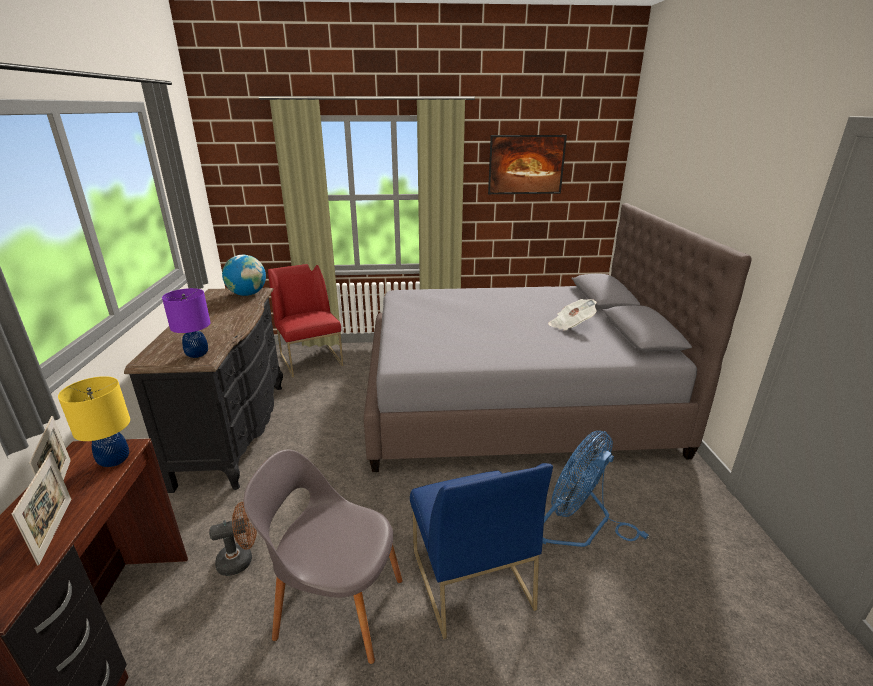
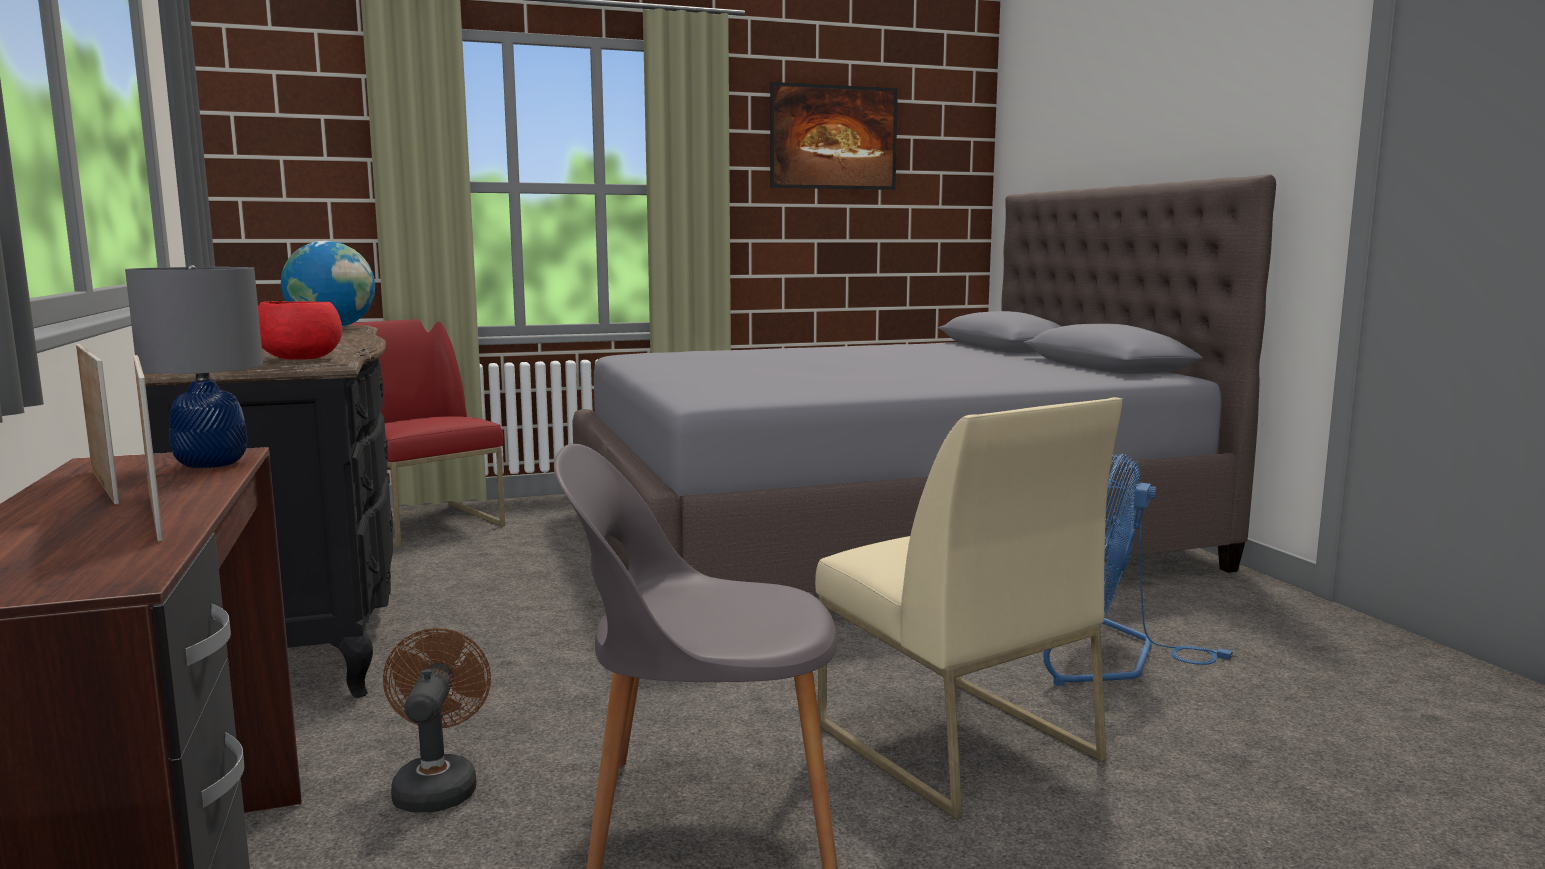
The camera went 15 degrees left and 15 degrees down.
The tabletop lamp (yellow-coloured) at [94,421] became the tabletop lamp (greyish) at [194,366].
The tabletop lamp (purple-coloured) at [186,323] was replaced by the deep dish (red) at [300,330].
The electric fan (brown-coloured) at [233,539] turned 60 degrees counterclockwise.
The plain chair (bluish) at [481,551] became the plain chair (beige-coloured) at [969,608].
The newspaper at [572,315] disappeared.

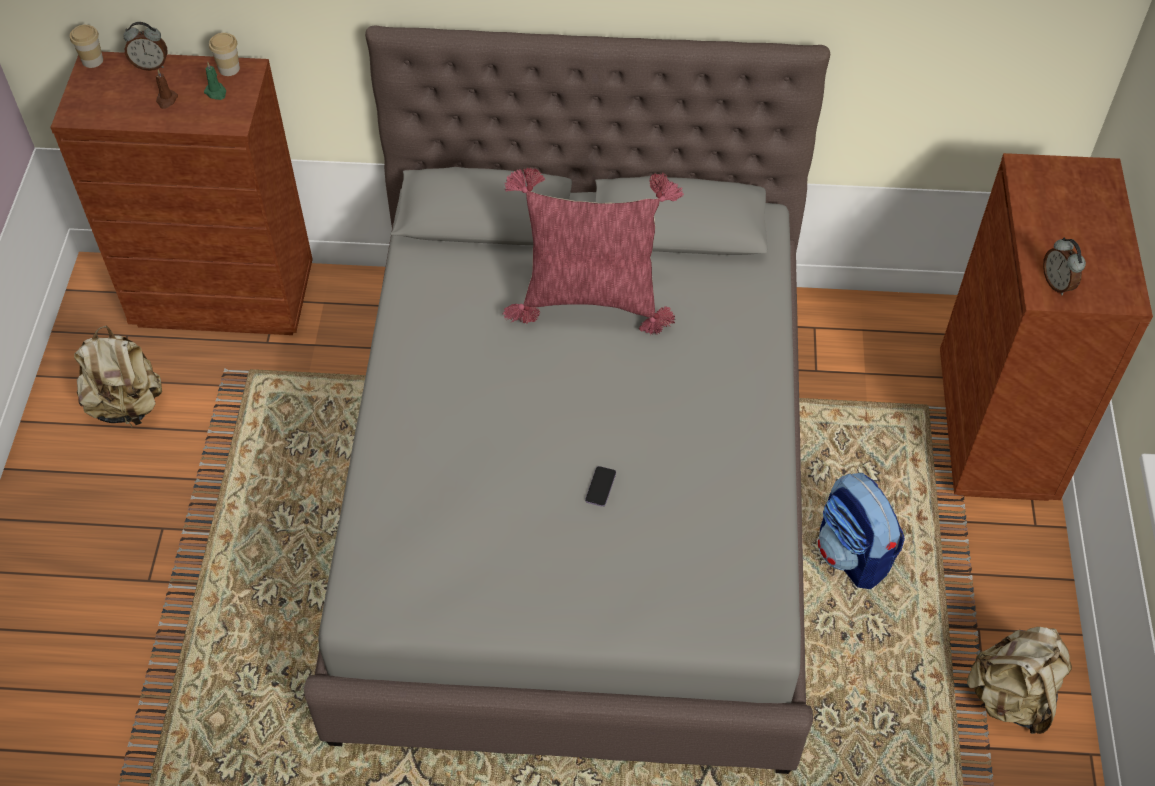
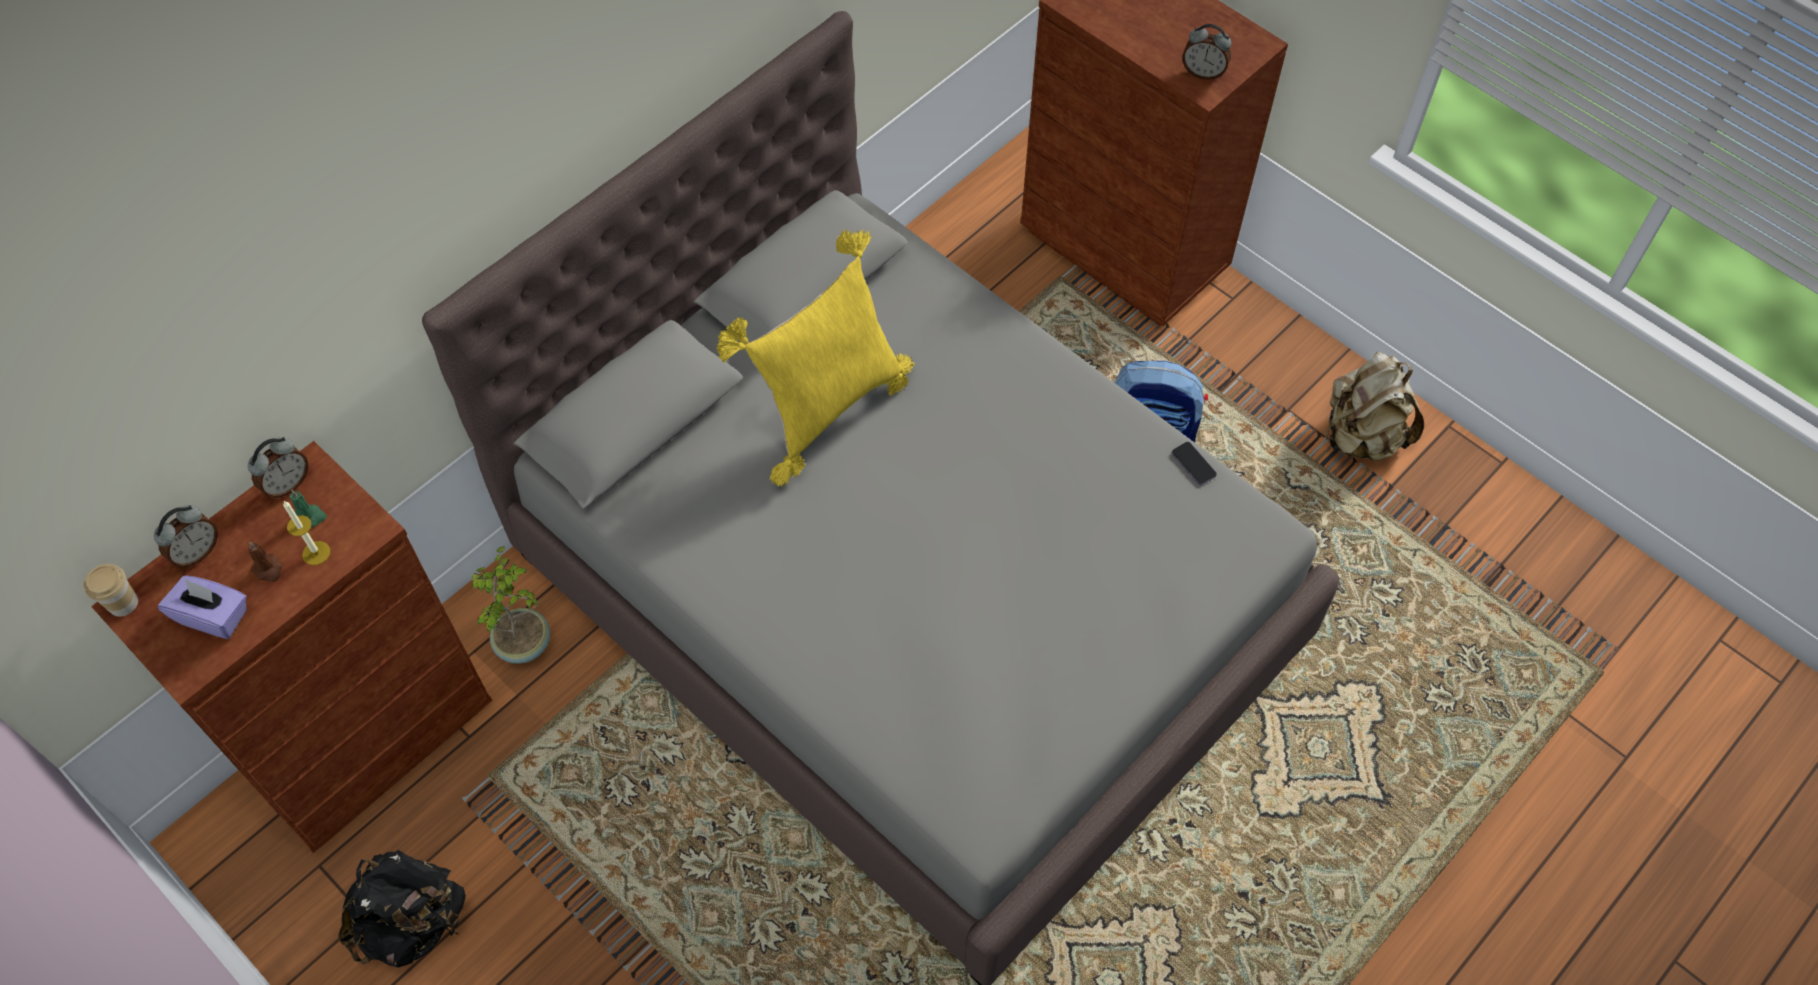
The camera went 50 degrees left and 5 degrees up.
The backpack (beige-coloured) at [118,376] became the backpack (black-coloured) at [402,909].
The small cup at [224,54] was replaced by the alarm clock at [278,467].
The pillow (red) at [593,251] became the pillow (yellow-coloured) at [815,358].
The handset moved from [600,486] to [1194,463].
The box of tissues (purple-coloured) at [202,607] appeared.
The candle at [306,533] appeared.
The potted plant at [511,605] appeared.

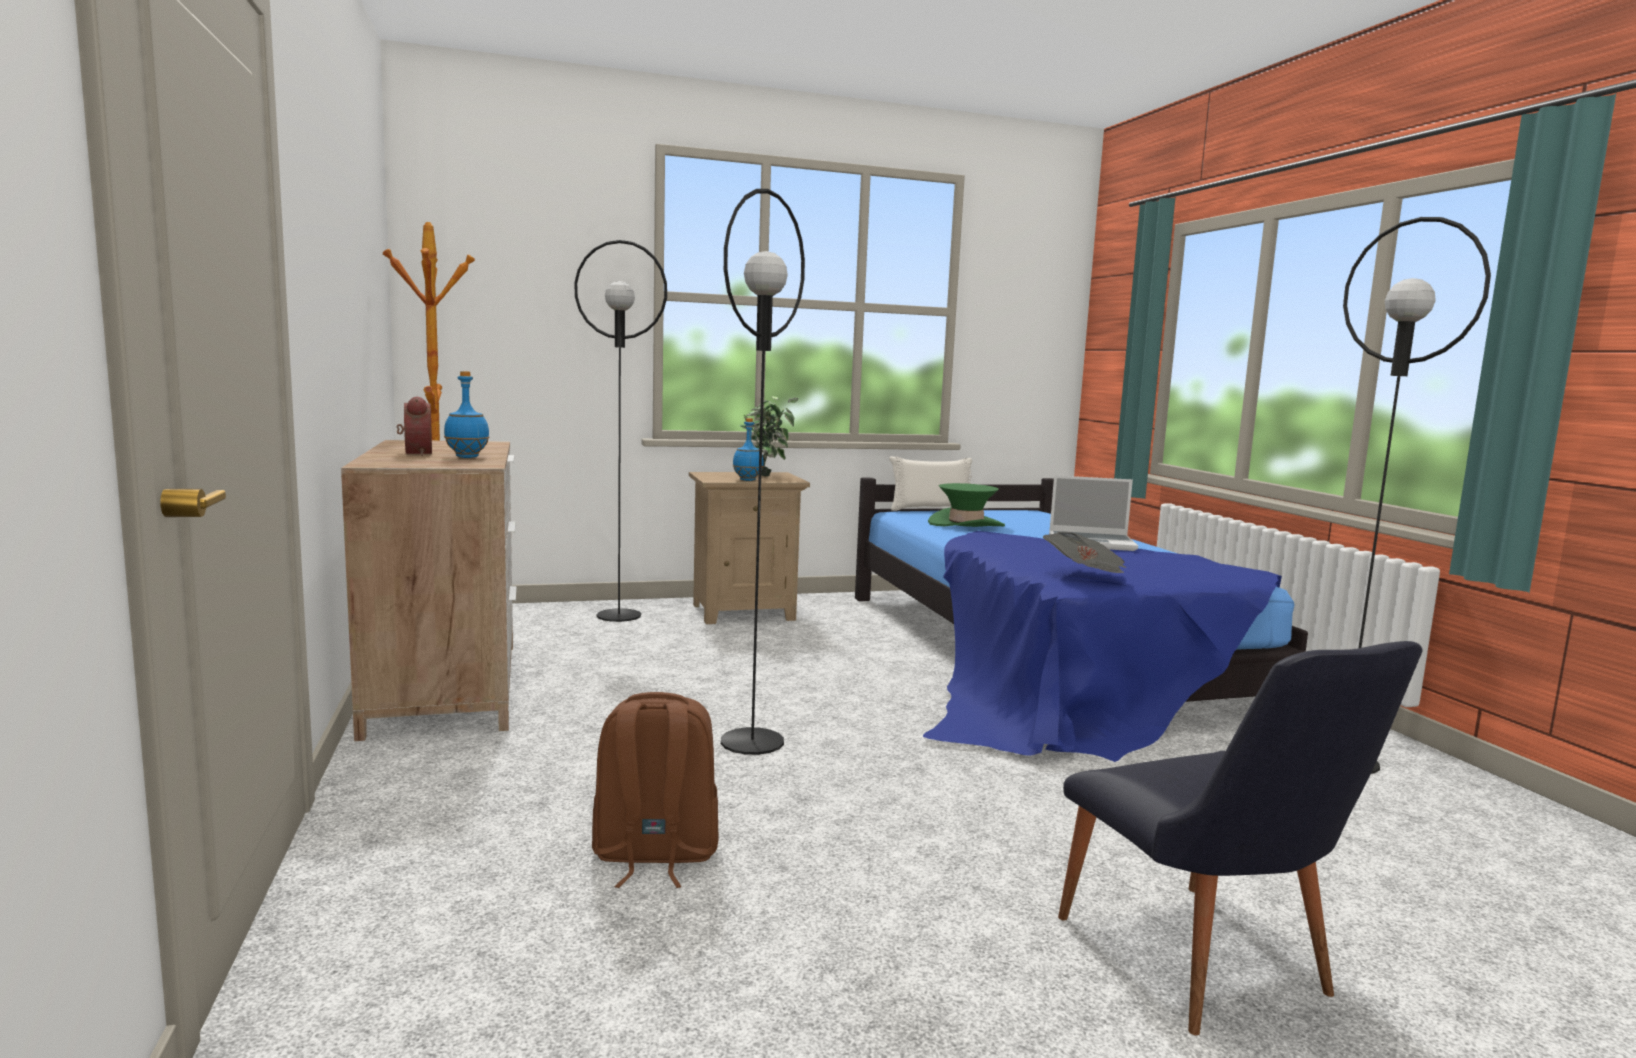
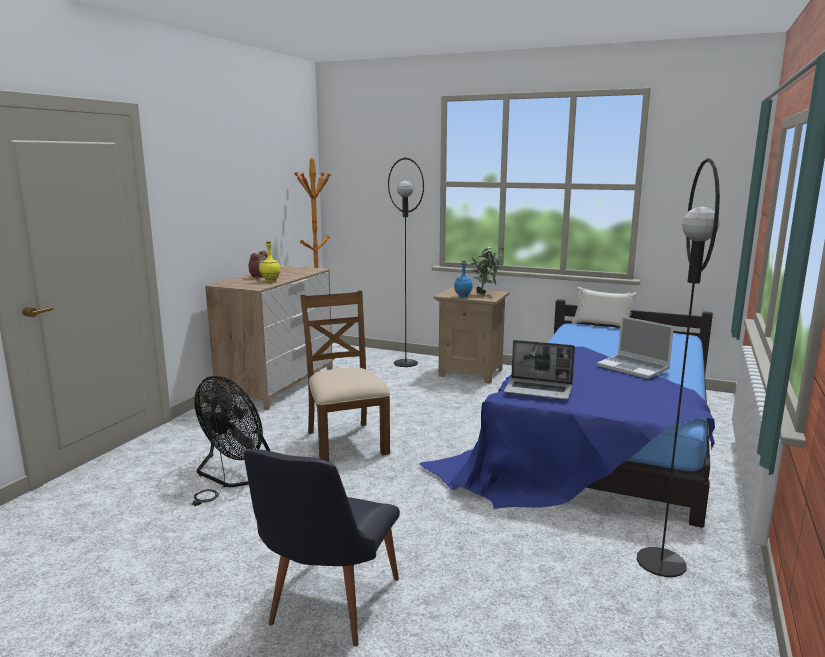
The camera went 40 degrees right and 5 degrees up.
The beverage bottle (bluish) at [467,414] became the beverage bottle (yellow-coloured) at [270,261].
The backpack (brown-coloured) at [655,790] was replaced by the electric fan (black-coloured) at [231,441].
The floor lamp (black-coloured) at [763,472] was replaced by the plain chair (brown-coloured) at [345,376].
The hat (green) at [966,505] disappeared.
The newspaper at [1085,552] was replaced by the laptop at [539,370].

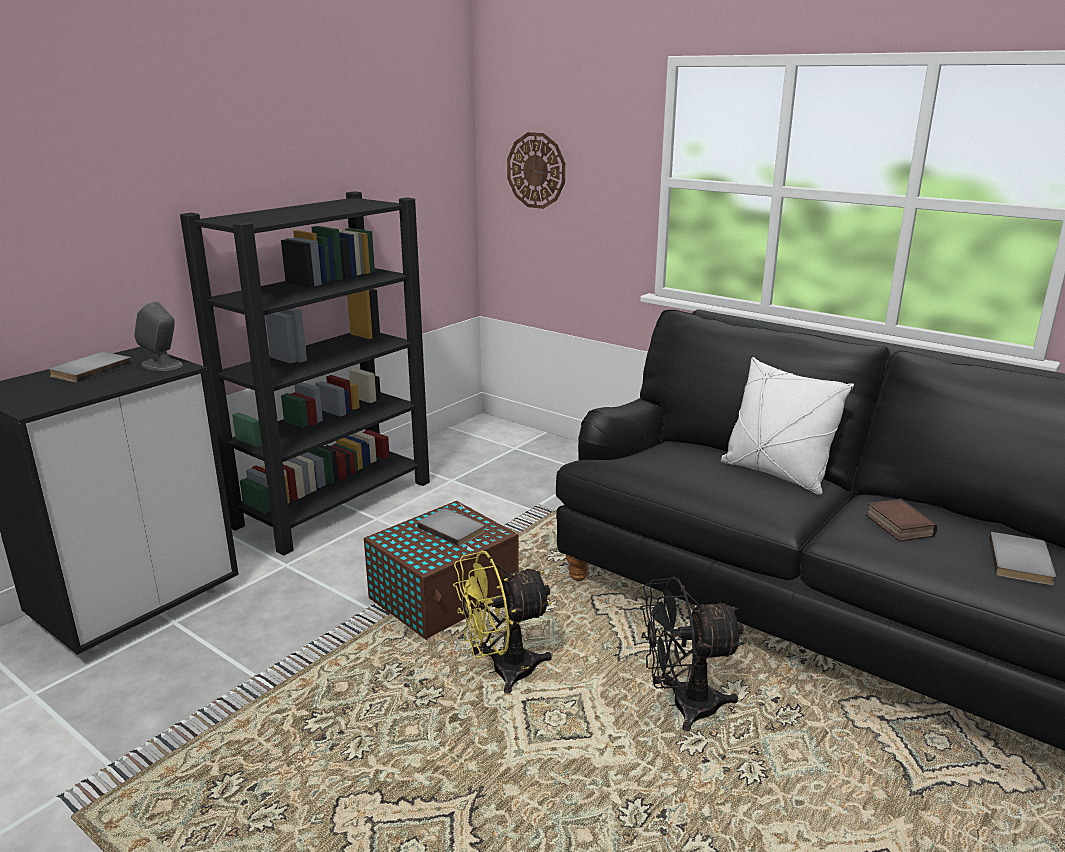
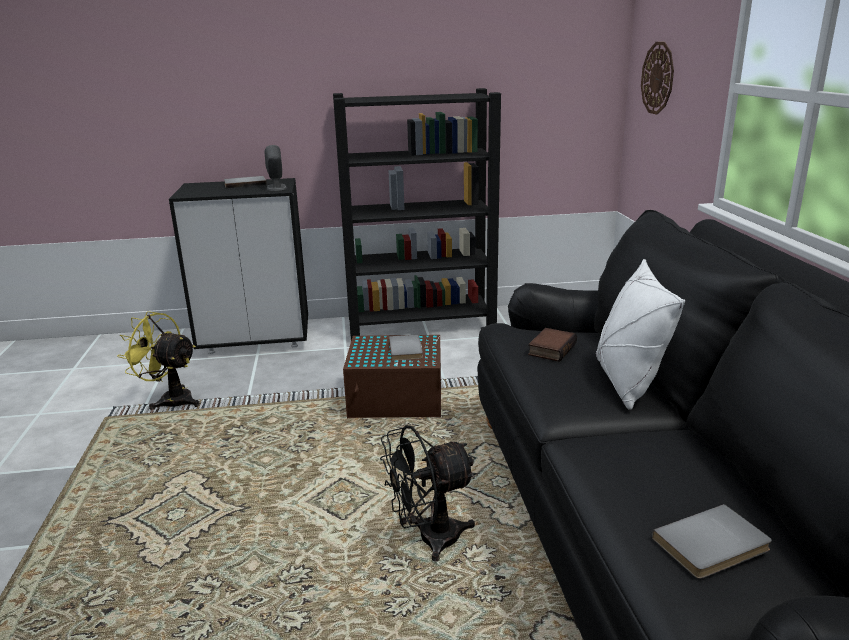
The camera went 45 degrees right and 0 degrees up.
The electric fan (yellow-coloured) moved from [502,621] to [158,360].
The electric fan (black-coloured) at [692,654] turned 60 degrees counterclockwise.
The book moved from [902,520] to [552,345].

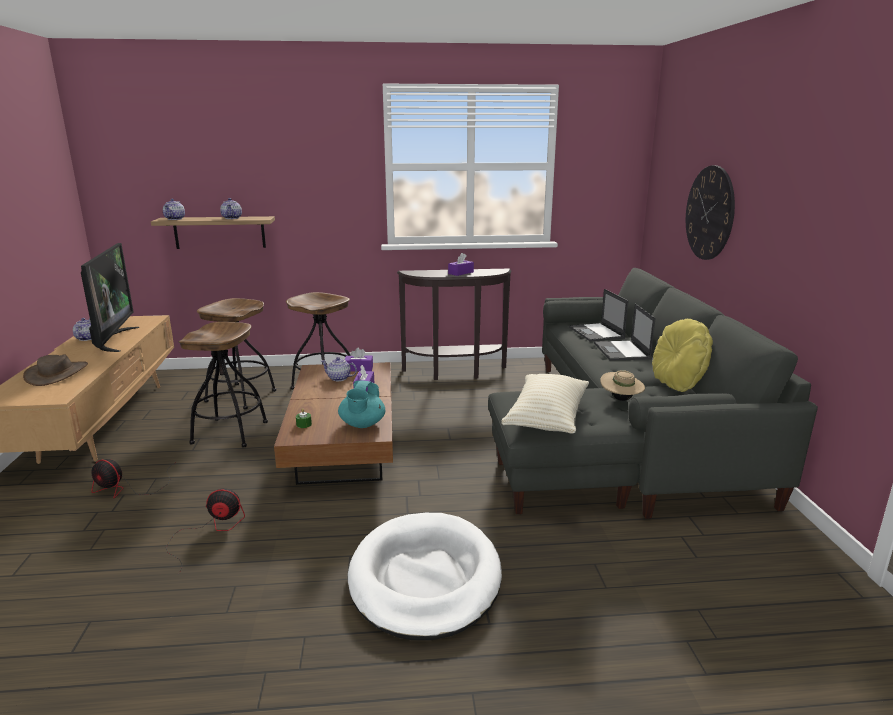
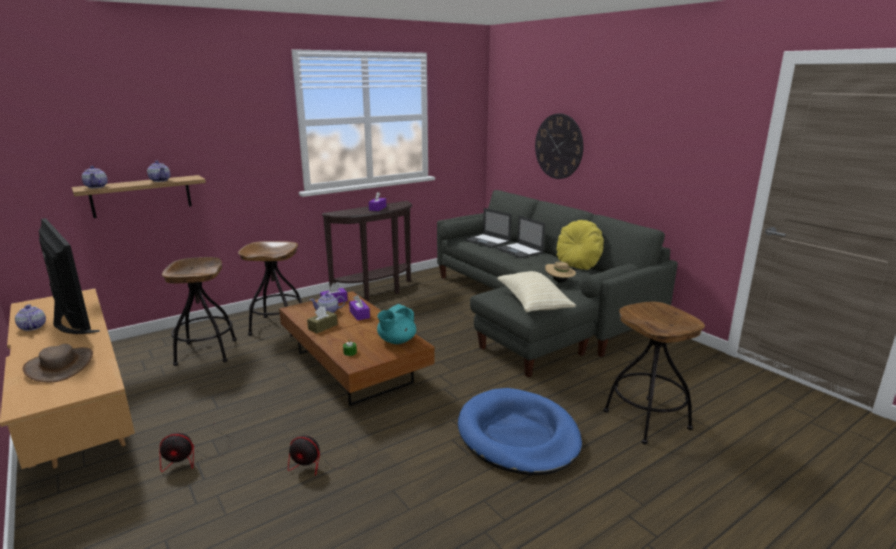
The camera went 30 degrees left and 0 degrees up.
The electric fan at [205,531] turned 135 degrees counterclockwise.
The sitting stool (brown-coloured) moved from [223,384] to [654,373].
The pot for tea (turquoise) at [361,404] turned 60 degrees clockwise.
The dog cushion (white-coloured) at [425,576] became the dog cushion (bluish) at [520,431].
The box of tissues (brown-coloured) at [322,319] appeared.

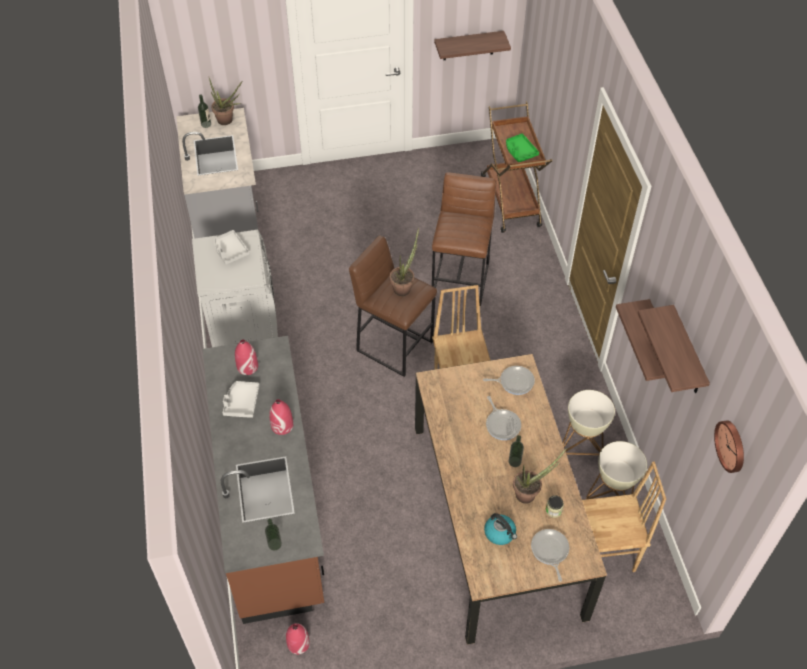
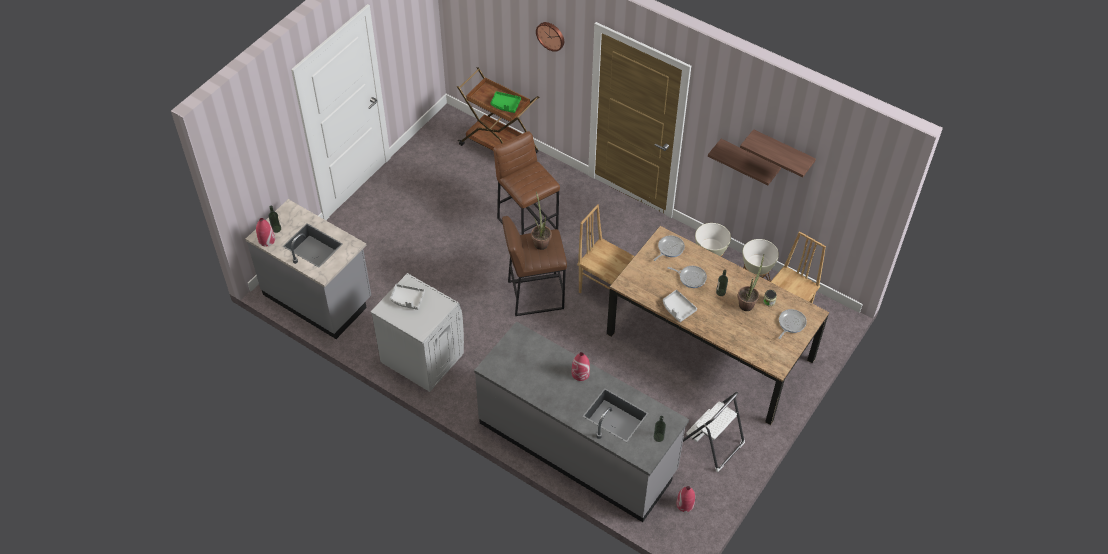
The camera went 45 degrees left and 0 degrees up.
The kitchen base unit (brown-coloured) at [263,480] became the kitchen base unit (greyish) at [581,421].
The potted plant at [225,101] disappeared.
The serving tray (greyish) moved from [241,399] to [680,306].
The decorative vase (red) moved from [246,357] to [265,232].
The bracket shelf at [472,45] disappeared.
The kettle at [500,529] disappeared.
The skillet at [550,555] turned 90 degrees clockwise.
The wall clock moved from [729,446] to [550,37].
The stepladder (white-coloured) at [714,432] appeared.

